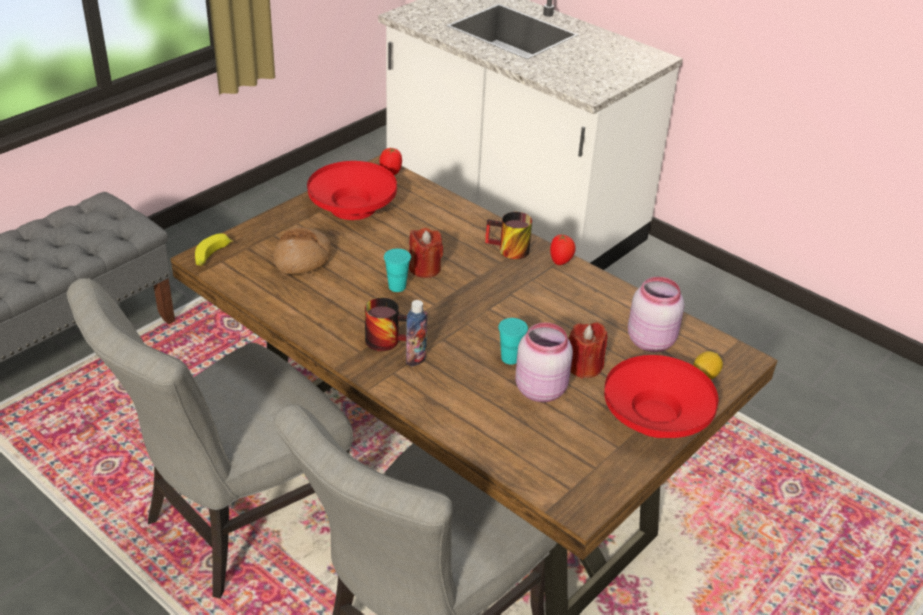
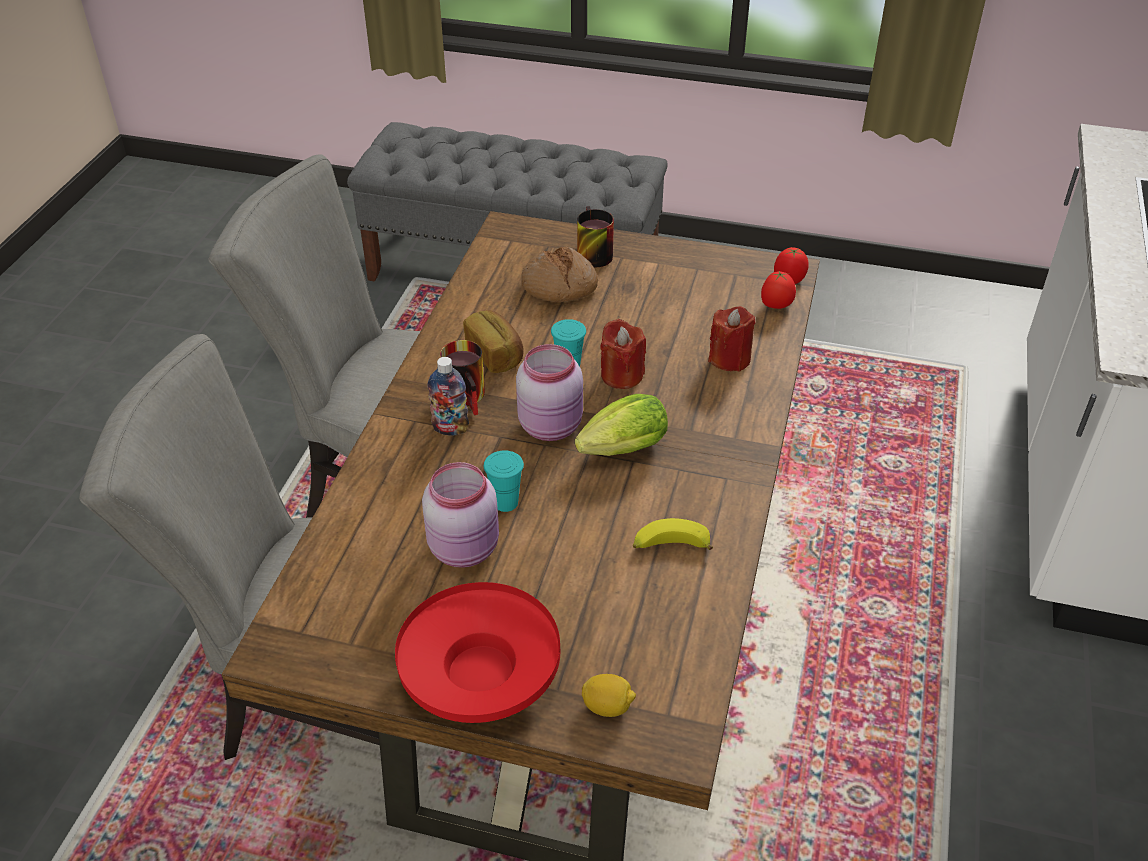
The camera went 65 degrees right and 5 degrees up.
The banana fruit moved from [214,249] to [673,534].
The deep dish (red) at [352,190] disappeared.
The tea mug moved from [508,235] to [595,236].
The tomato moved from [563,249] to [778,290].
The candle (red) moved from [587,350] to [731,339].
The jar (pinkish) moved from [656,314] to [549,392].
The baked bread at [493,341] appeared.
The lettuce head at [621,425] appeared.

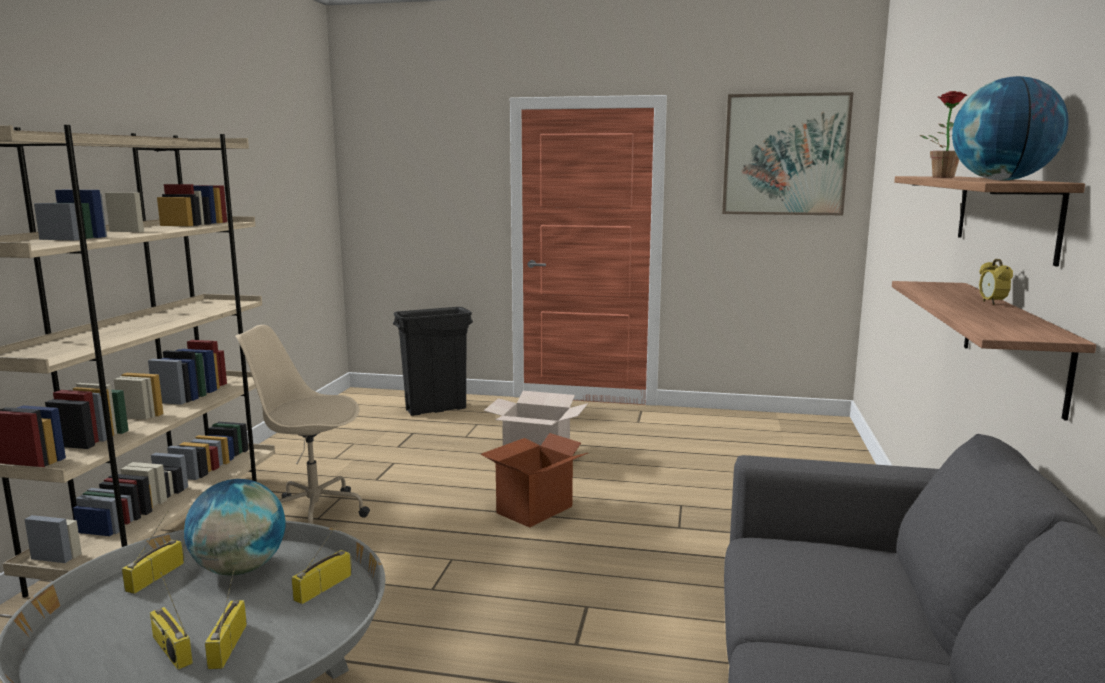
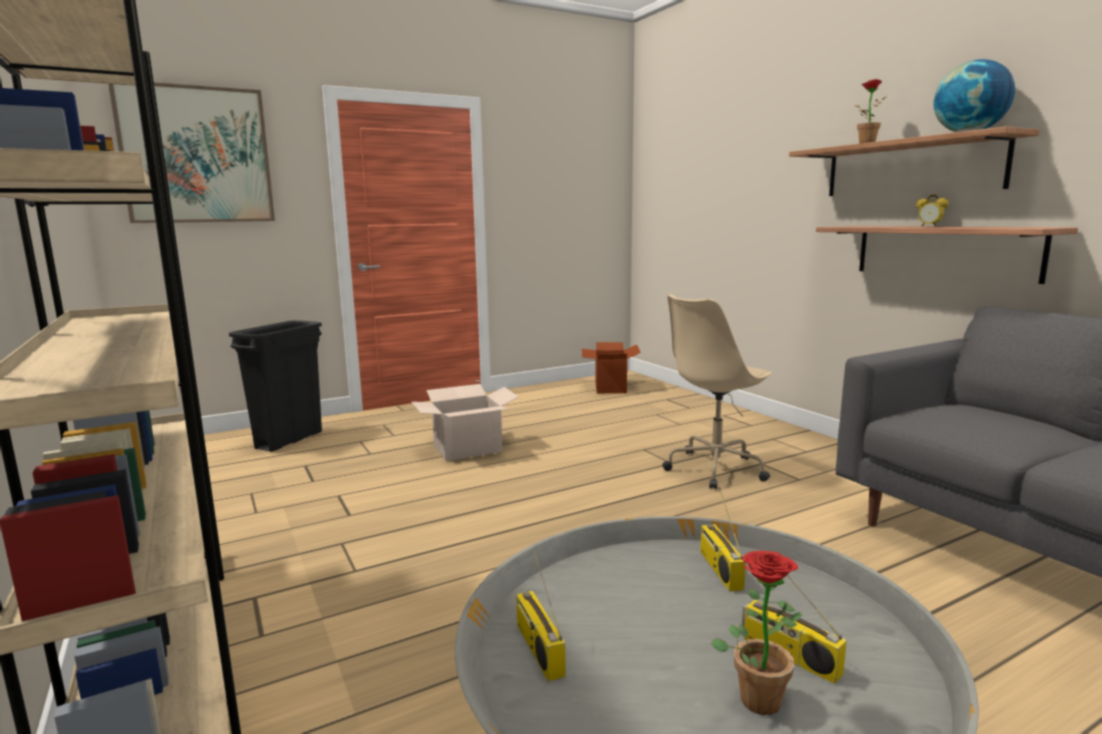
The camera went 40 degrees left and 0 degrees up.
The radio set at [171,621] was replaced by the potted plant at [757,633].
The globe at [235,527] disappeared.
The office chair (beige-coloured) moved from [302,424] to [717,392].
The cardboard box moved from [534,480] to [611,368].
The wall picture moved from [788,153] to [191,153].

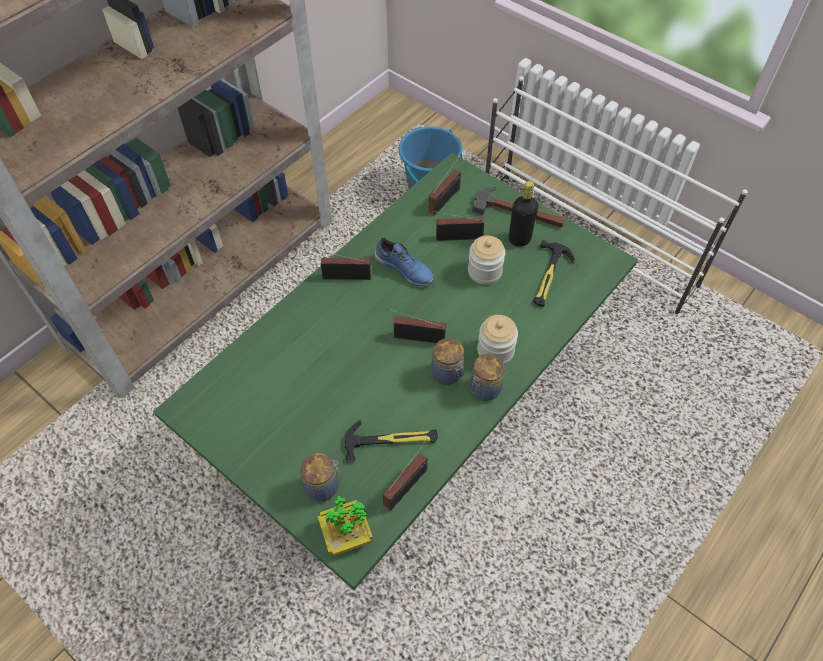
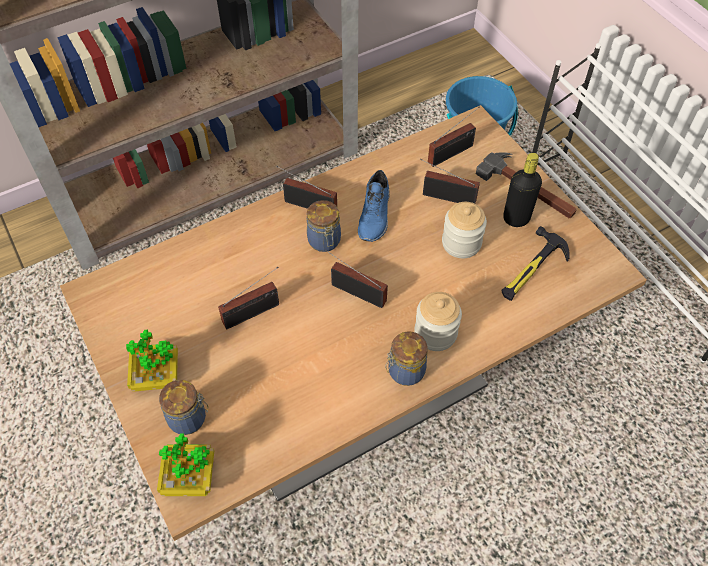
The camera went 20 degrees right and 0 degrees up.
The dining table (green) at [395,371] became the dining table (brown-coloured) at [353,323].
The hand hammer at [391,441] disappeared.
The low shoe (bluish) at [404,262] turned 45 degrees clockwise.
The radio set moved from [405,475] to [248,298].
The jar moved from [447,361] to [324,226].
The potted plant at [152,361] appeared.

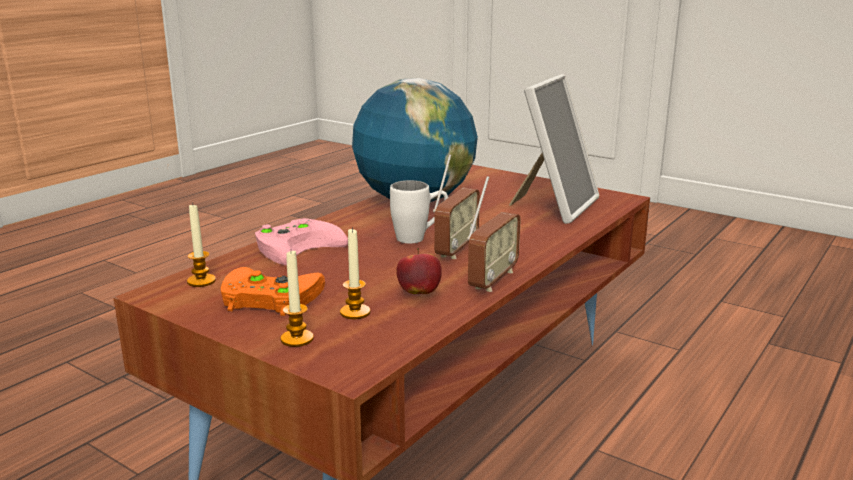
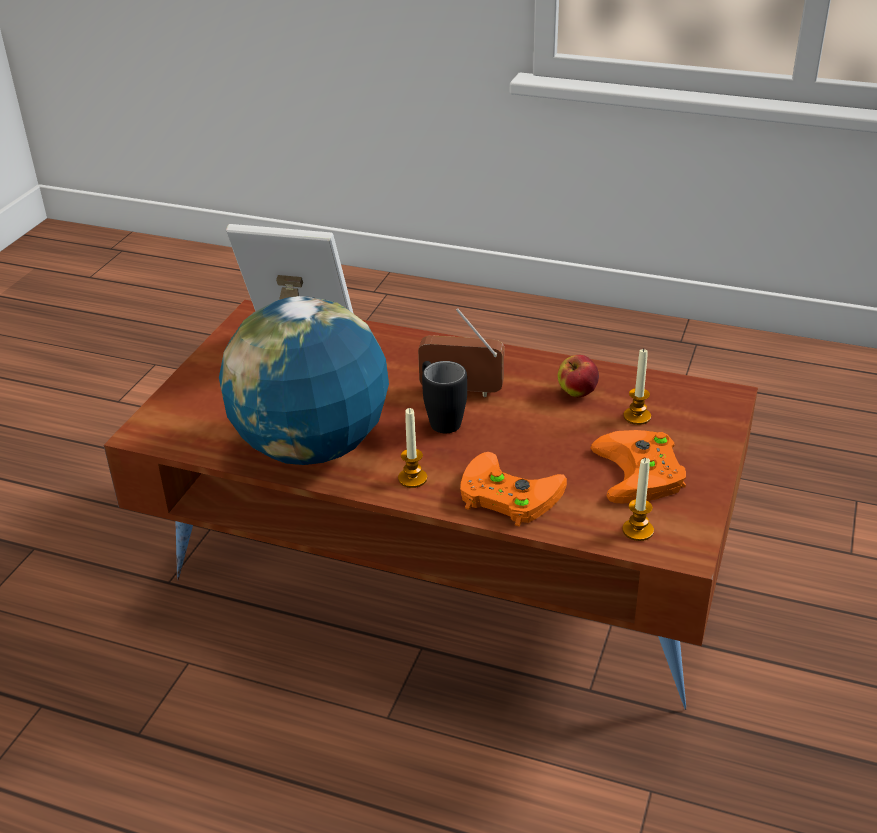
The camera went 105 degrees left and 15 degrees up.
The joypad (pinkish) at [301,241] became the joypad (orangey) at [513,489].
The candle moved from [297,299] to [412,448].
The tea mug (white-coloured) at [419,212] became the tea mug (black-coloured) at [444,397].
The radio set at [494,234] disappeared.

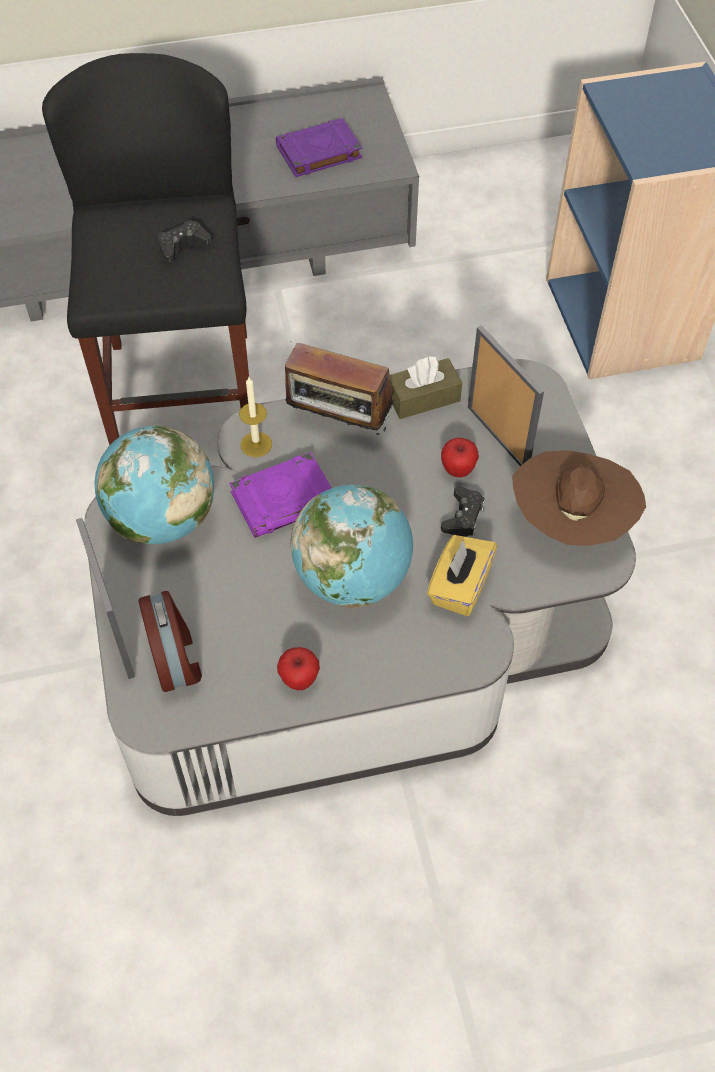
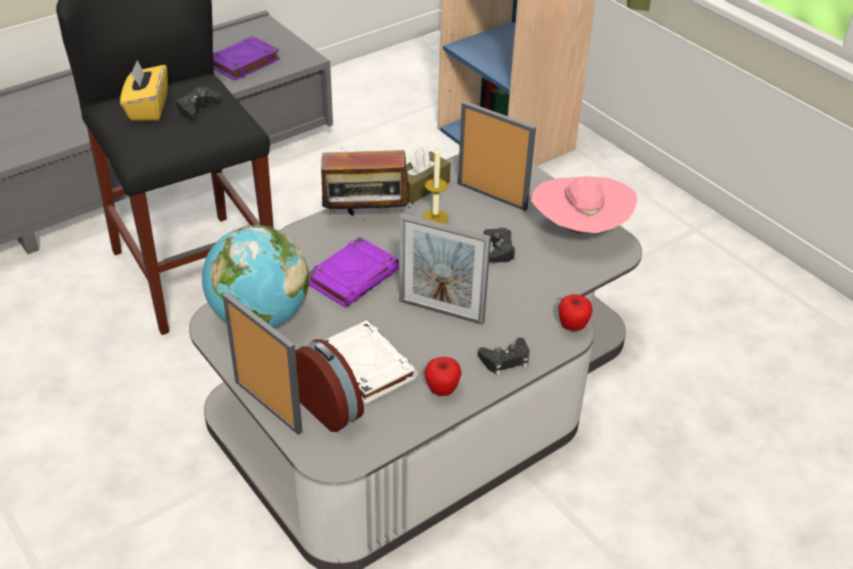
The camera went 25 degrees left and 15 degrees down.
The candle moved from [255,417] to [435,185].
The globe at [351,546] was replaced by the picture frame at [445,269].
The box of tissues (yellow-coloured) moved from [462,575] to [144,90].
The apple fruit moved from [460,457] to [575,312].
The hat (brown-coloured) at [579,498] became the hat (pinkish) at [584,208].
The book (white-coloured) at [371,362] appeared.
The joypad (black-coloured) at [503,356] appeared.

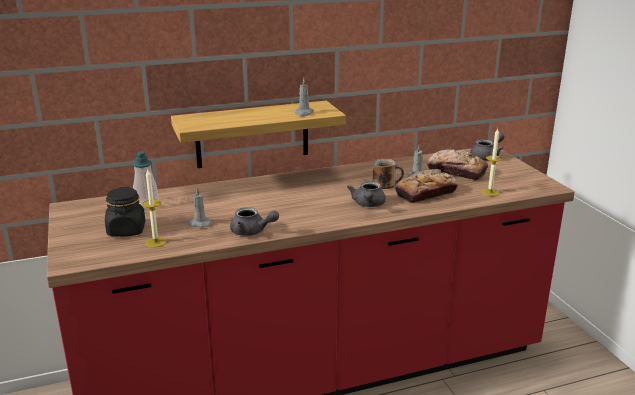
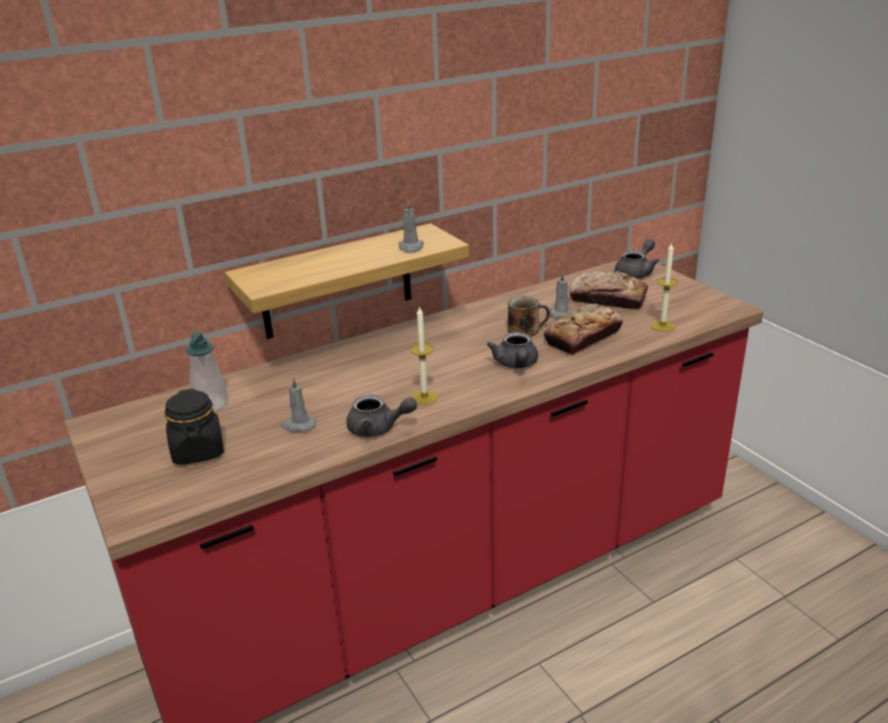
The camera went 10 degrees left and 5 degrees up.
The candle moved from [154,209] to [424,355].

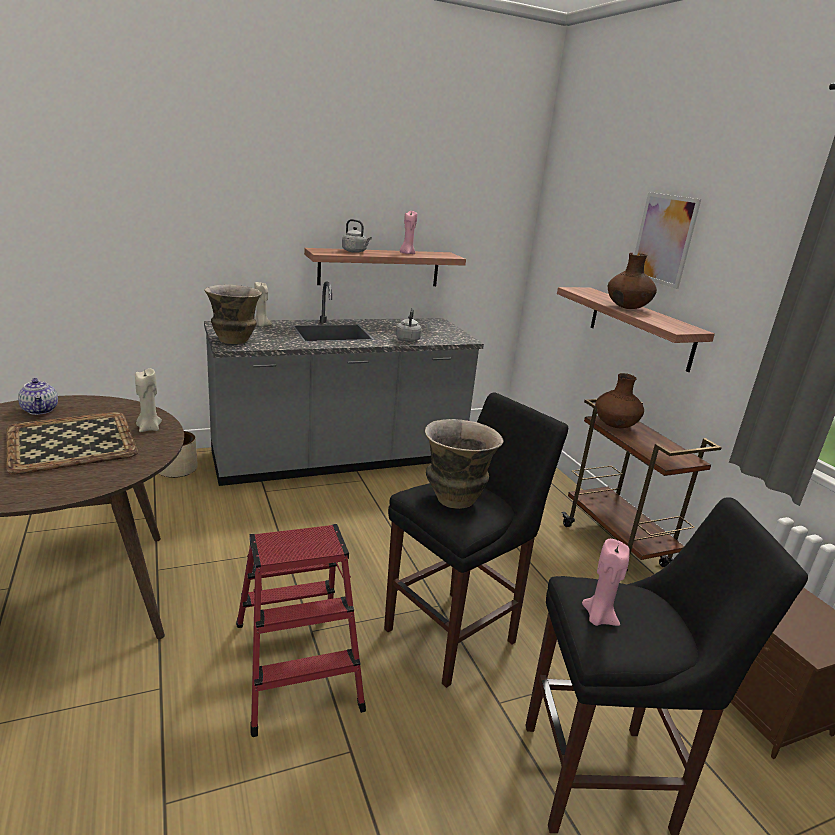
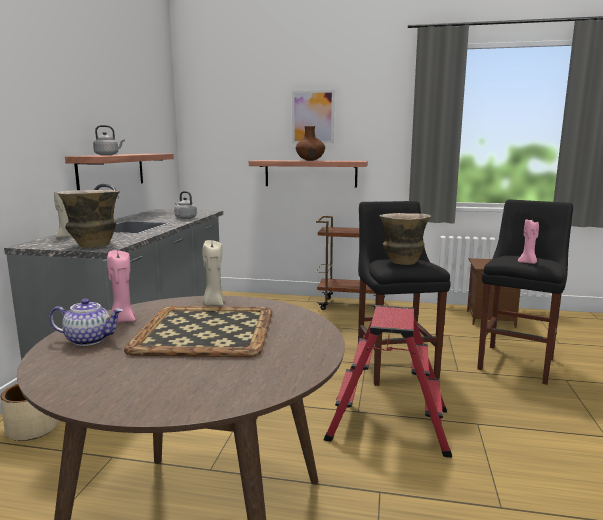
The camera went 55 degrees left and 10 degrees down.
The candle (pinkish) moved from [408,232] to [121,286].
The decorative vase (brown-coloured) at [619,400] disappeared.

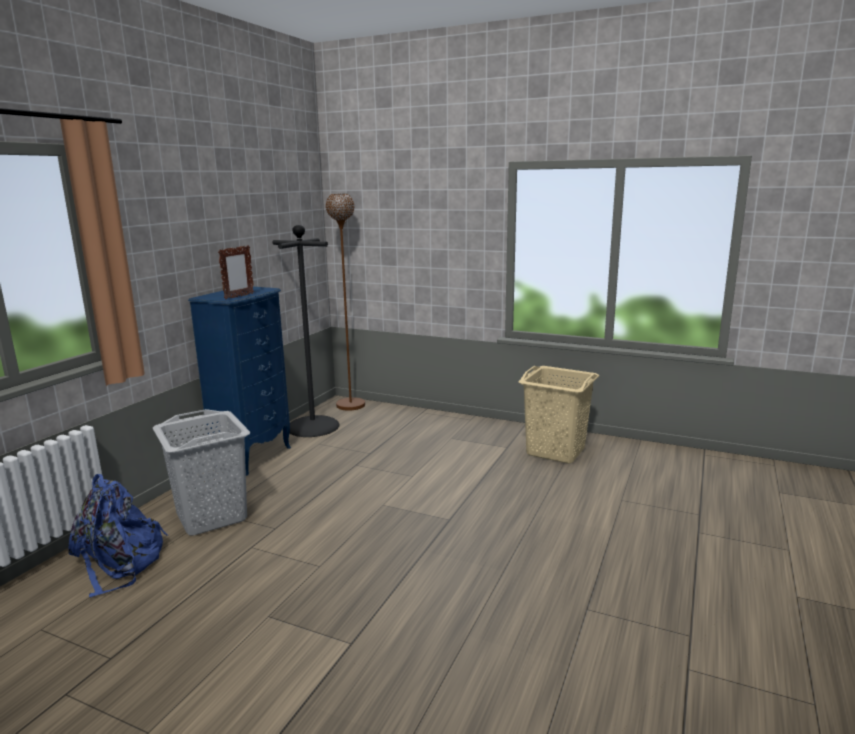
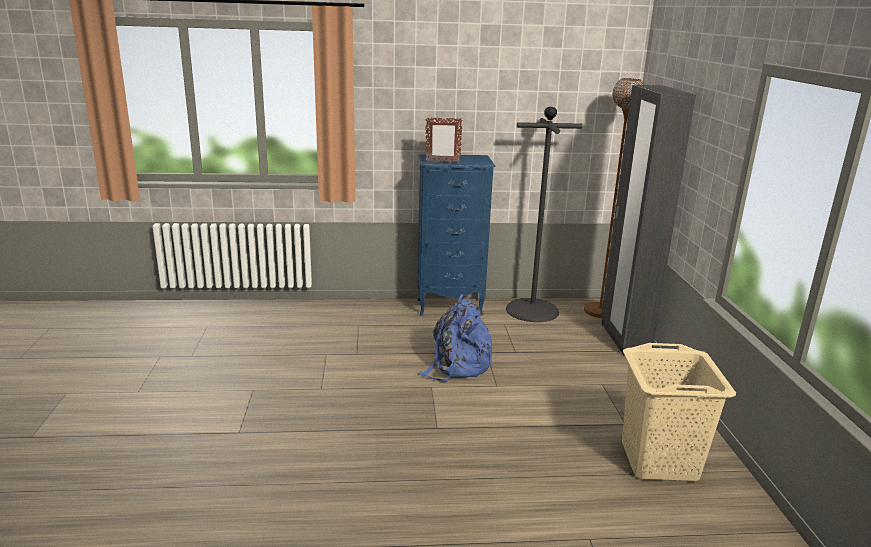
The camera went 60 degrees right and 5 degrees up.
The backpack (bluish) moved from [118,535] to [455,338].
The washing basket (greyish) at [201,472] disappeared.
The armoire (black-coloured) at [648,220] appeared.

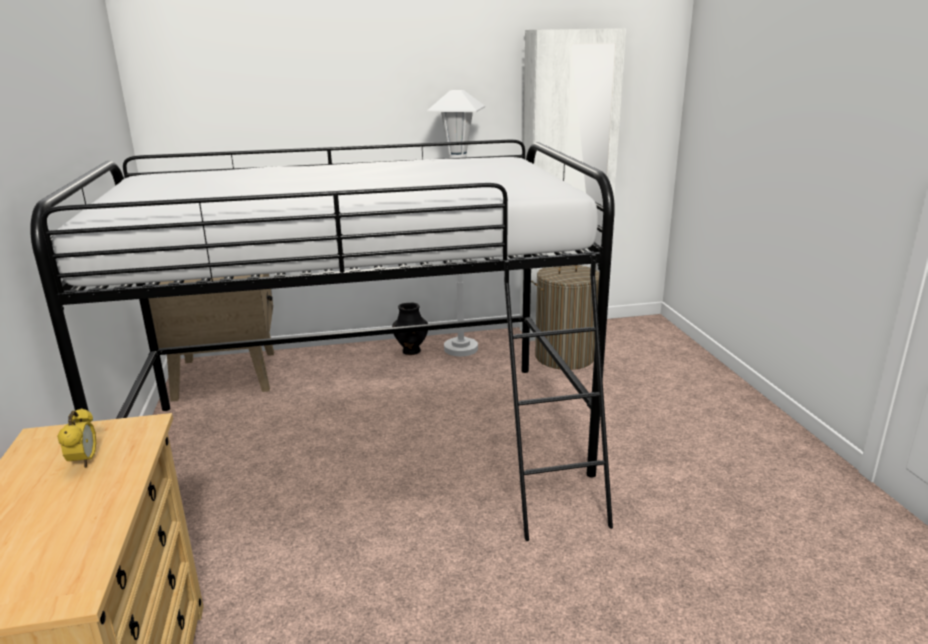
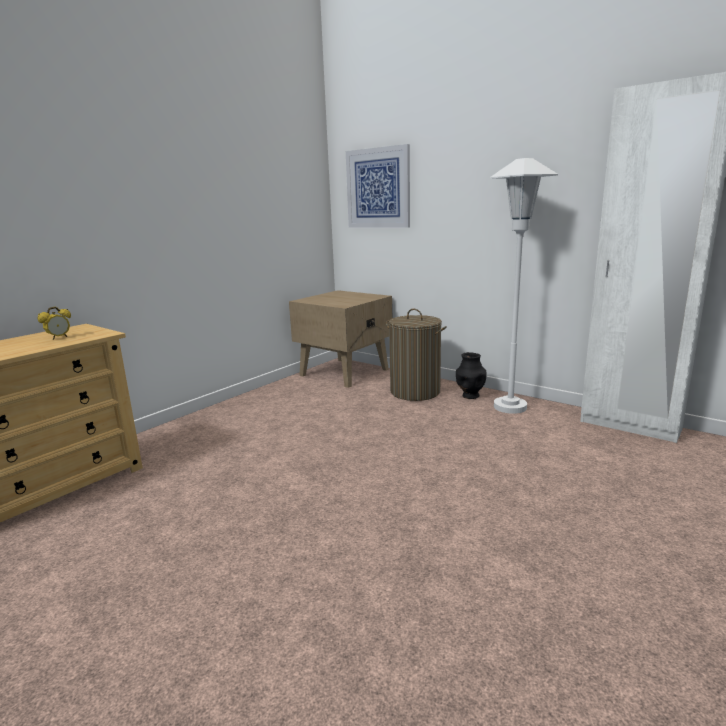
The camera went 50 degrees right and 5 degrees down.
The bedroom bed (black-coloured) at [322,340] disappeared.
The washing basket moved from [565,317] to [416,355].
The wall picture at [378,186] appeared.

